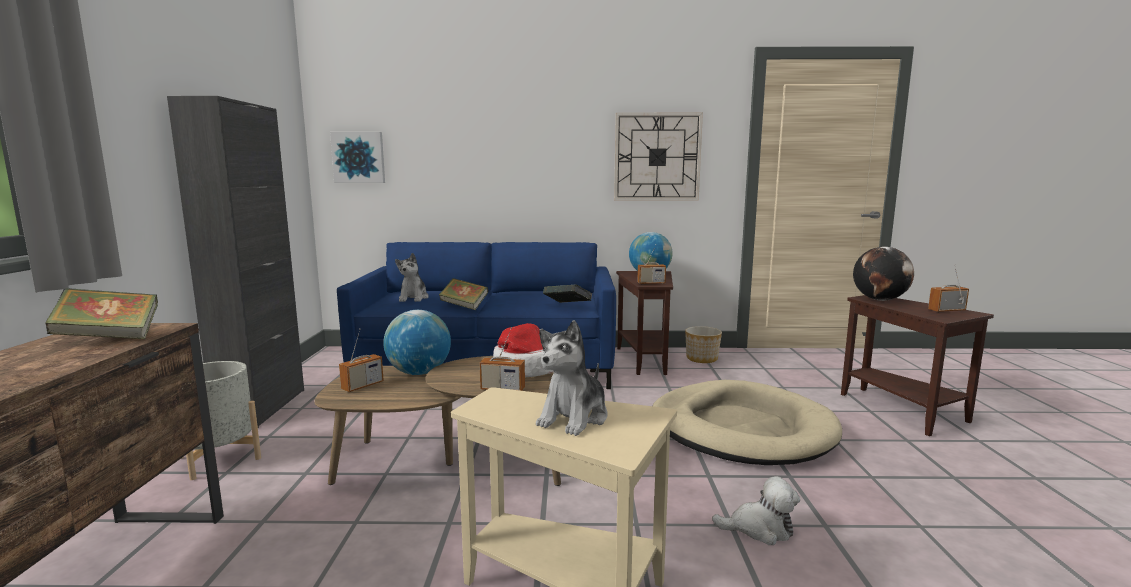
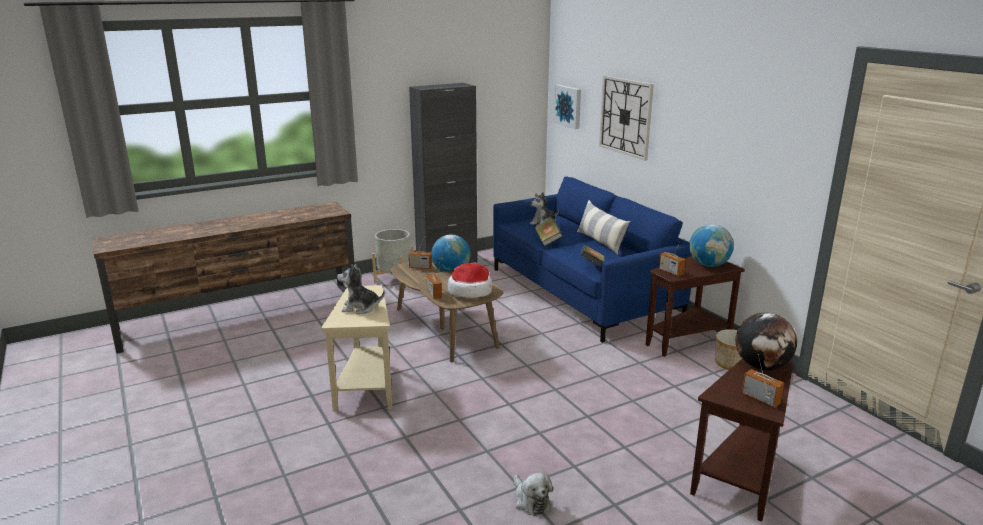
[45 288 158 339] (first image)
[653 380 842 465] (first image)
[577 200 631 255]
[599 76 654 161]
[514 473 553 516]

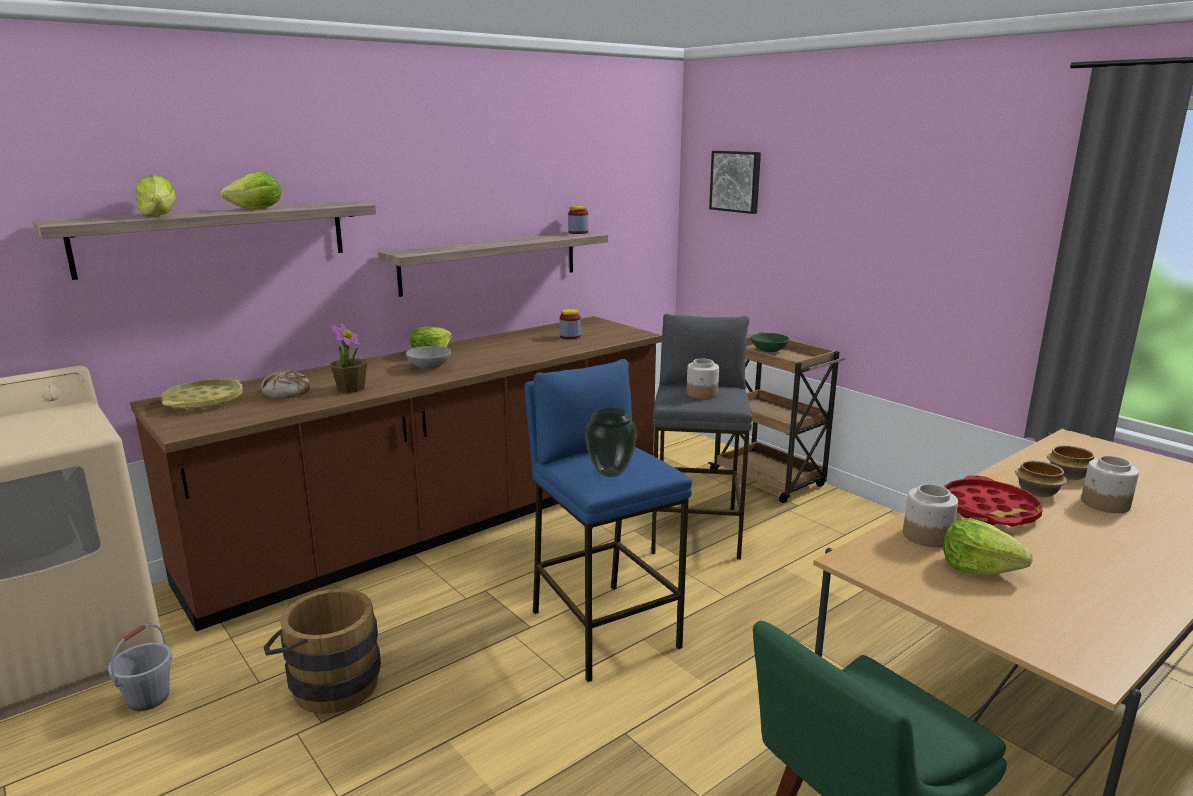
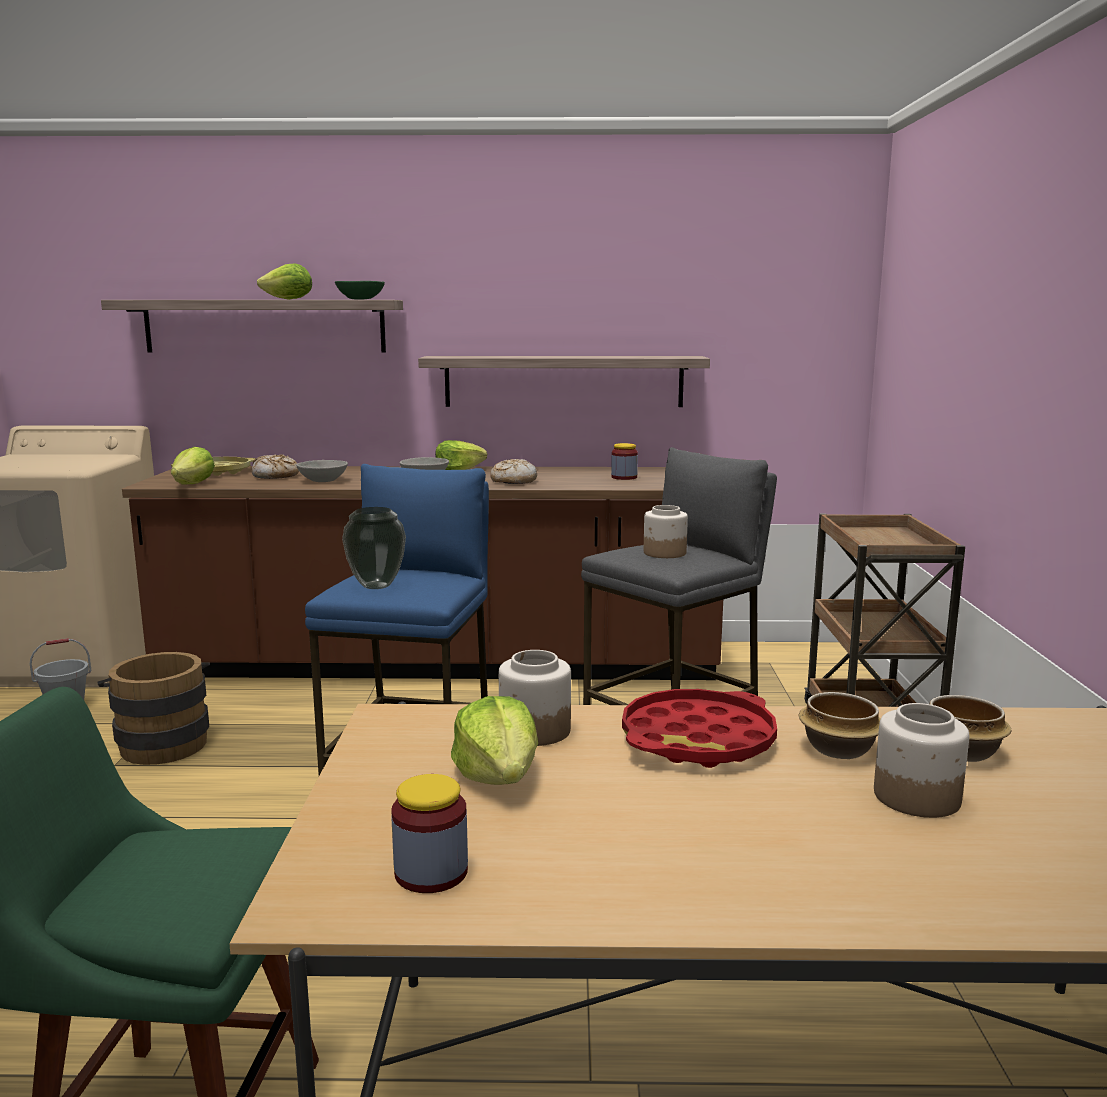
[709 151 761 214] (first image)
[490 459 537 484]
[171 447 215 484]
[391 774 468 893]
[335 281 385 300]
[296 460 348 482]

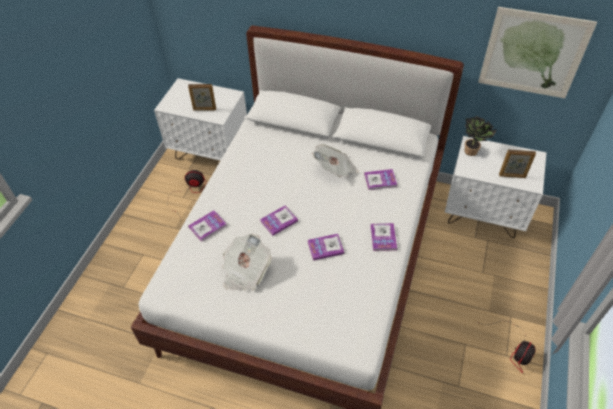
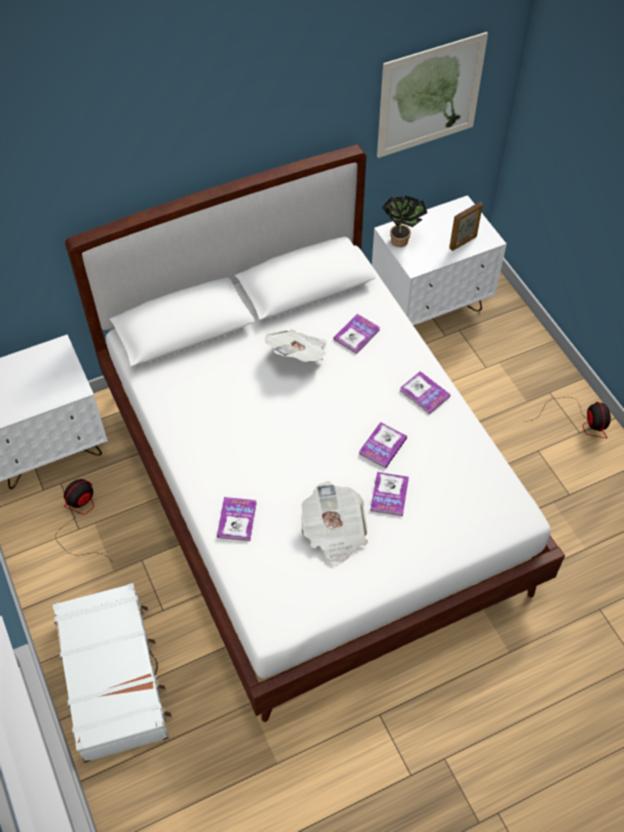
[188 84 216 111] (first image)
[53 583 172 763]
[370 472 409 516]

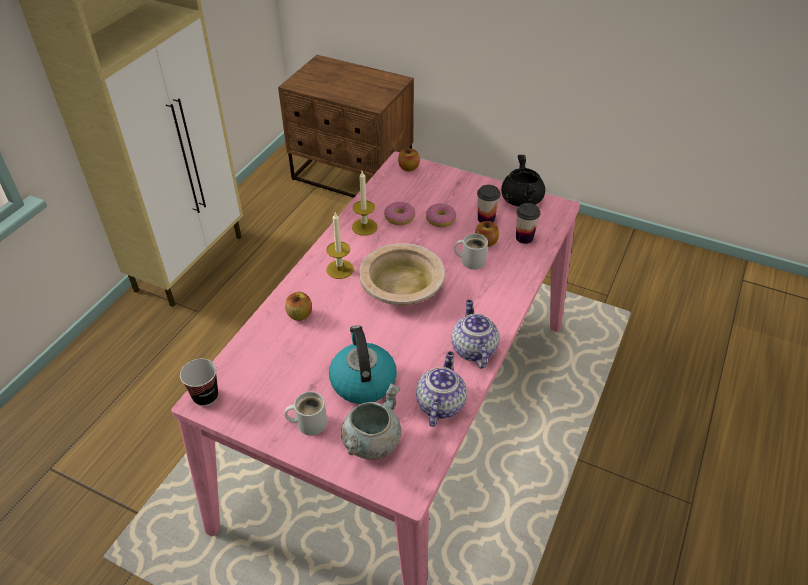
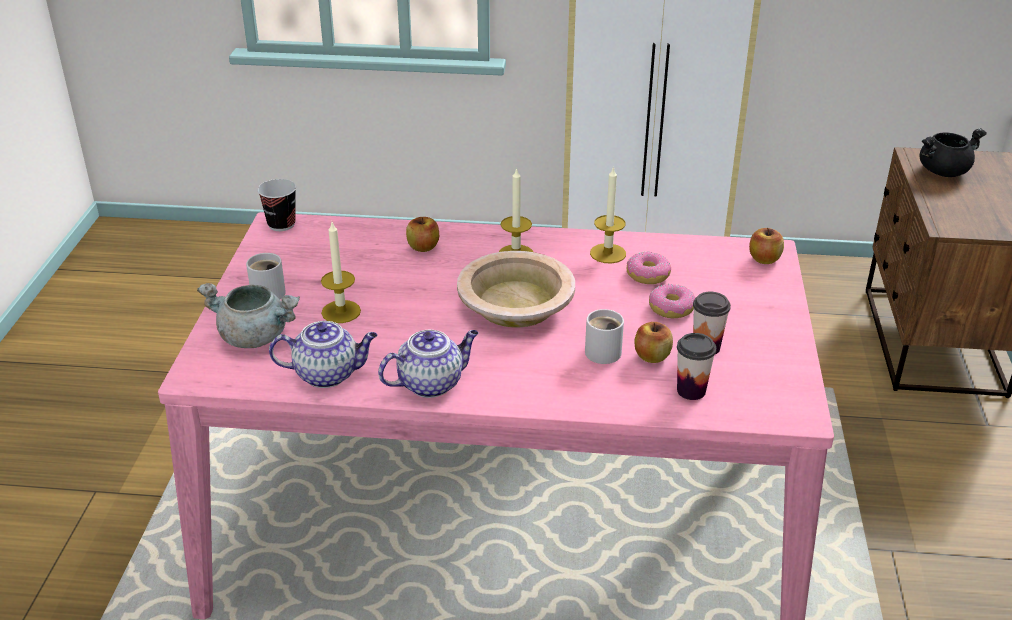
[920 128 987 177]
[321 222 361 323]

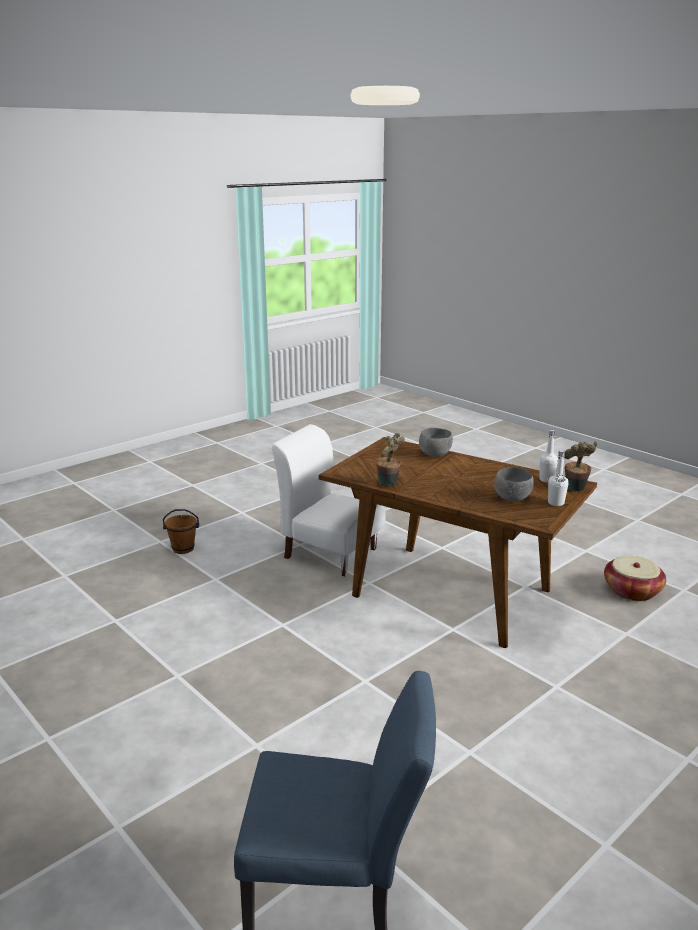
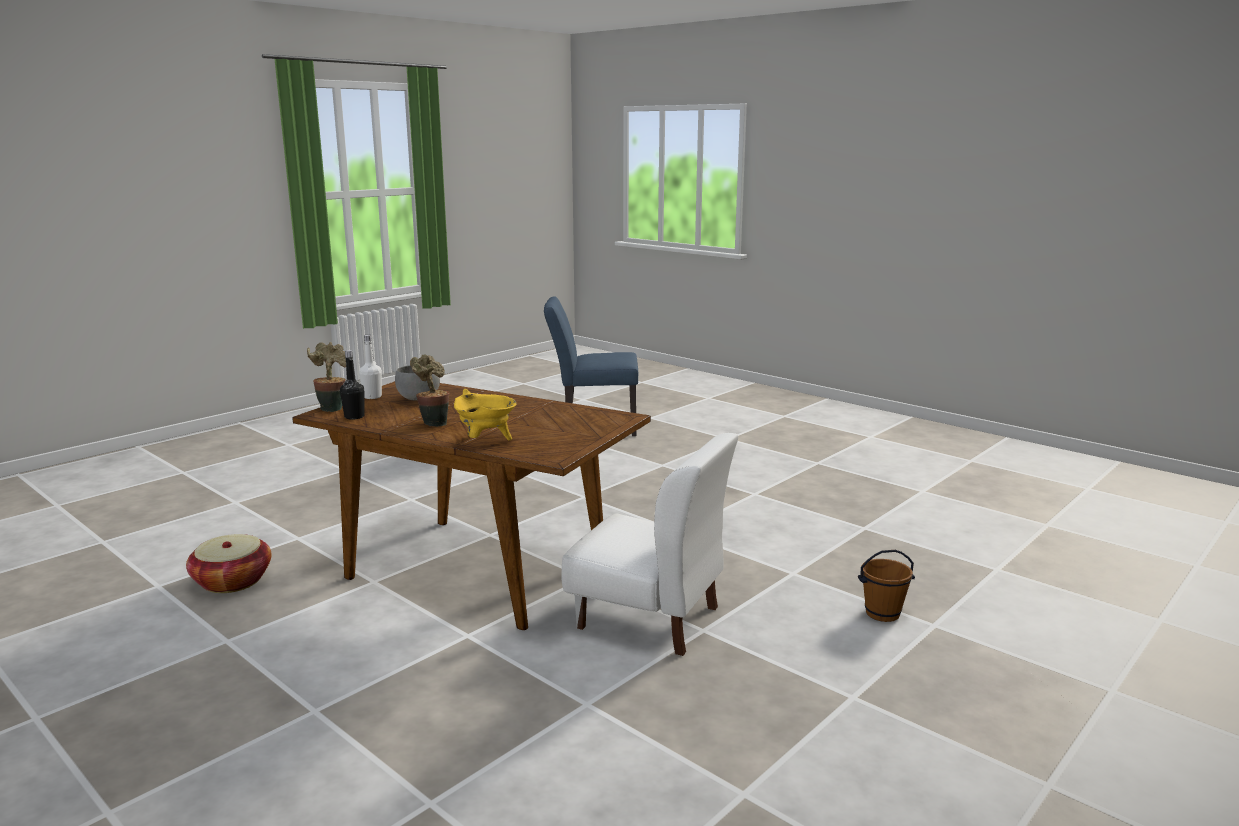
[410 354 449 427]
[454 389 517 440]
[340 350 364 420]

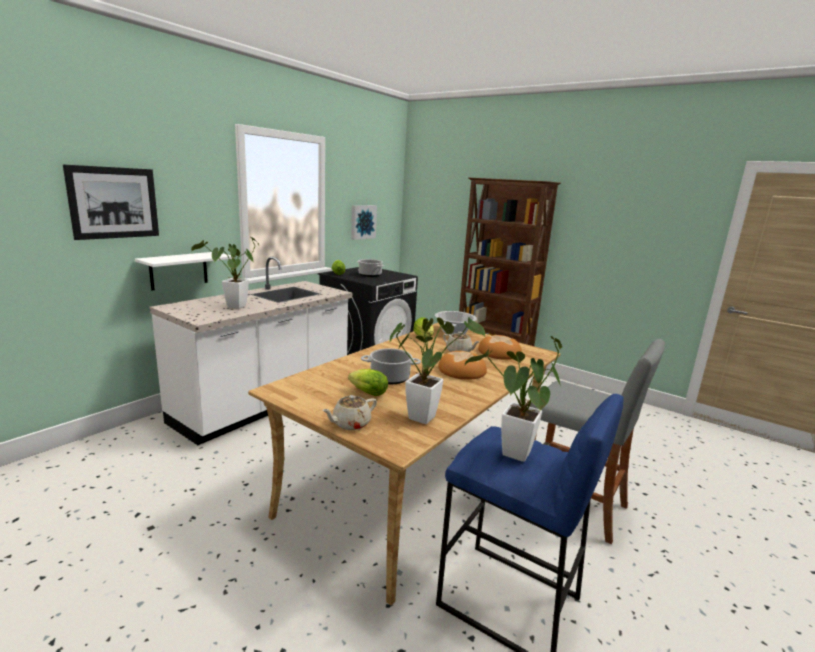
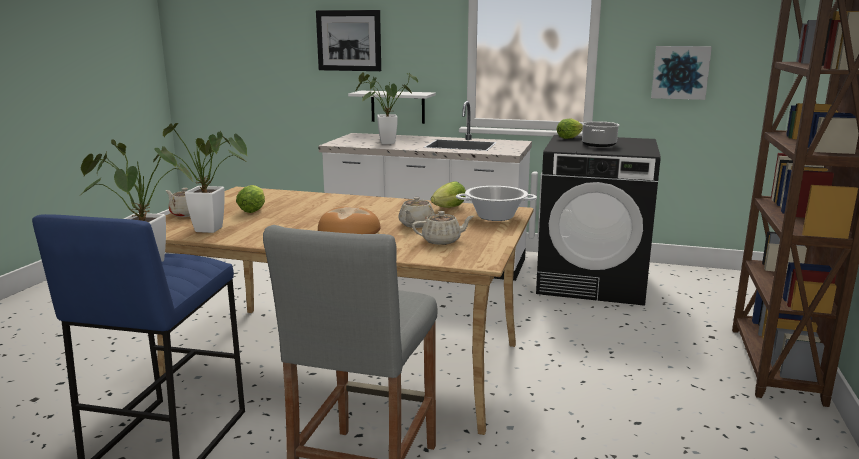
[361 348 421 384] (first image)
[412 211 474 245]

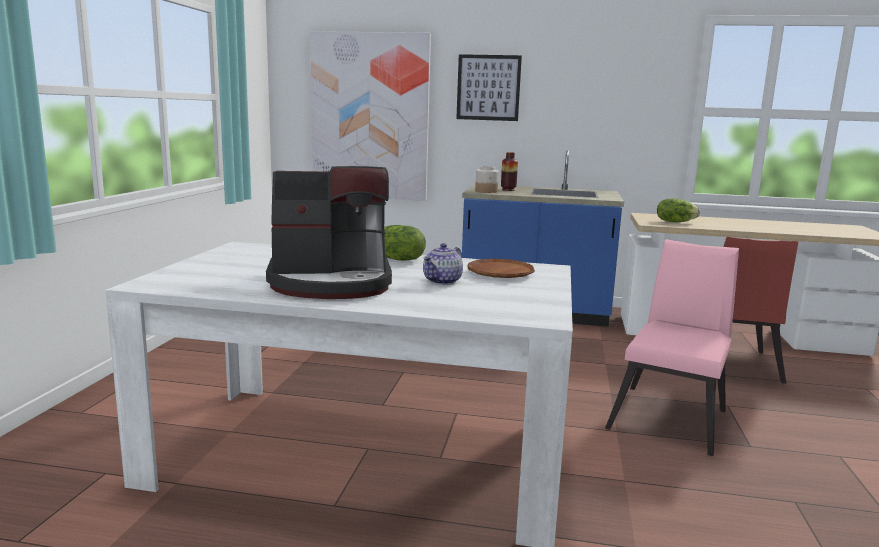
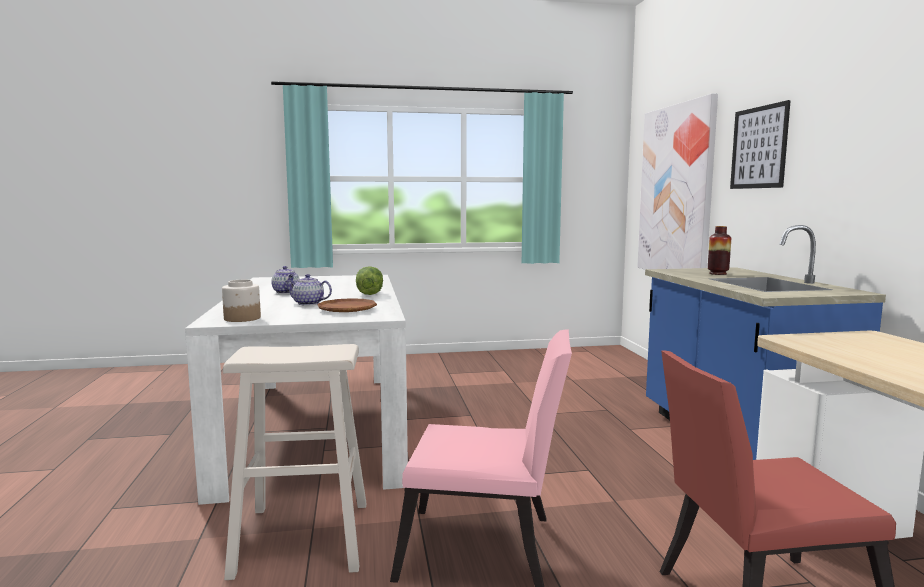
[657 198 700 222] (first image)
[223 344 367 580]
[222 280 261 322]
[271 266 300 294]

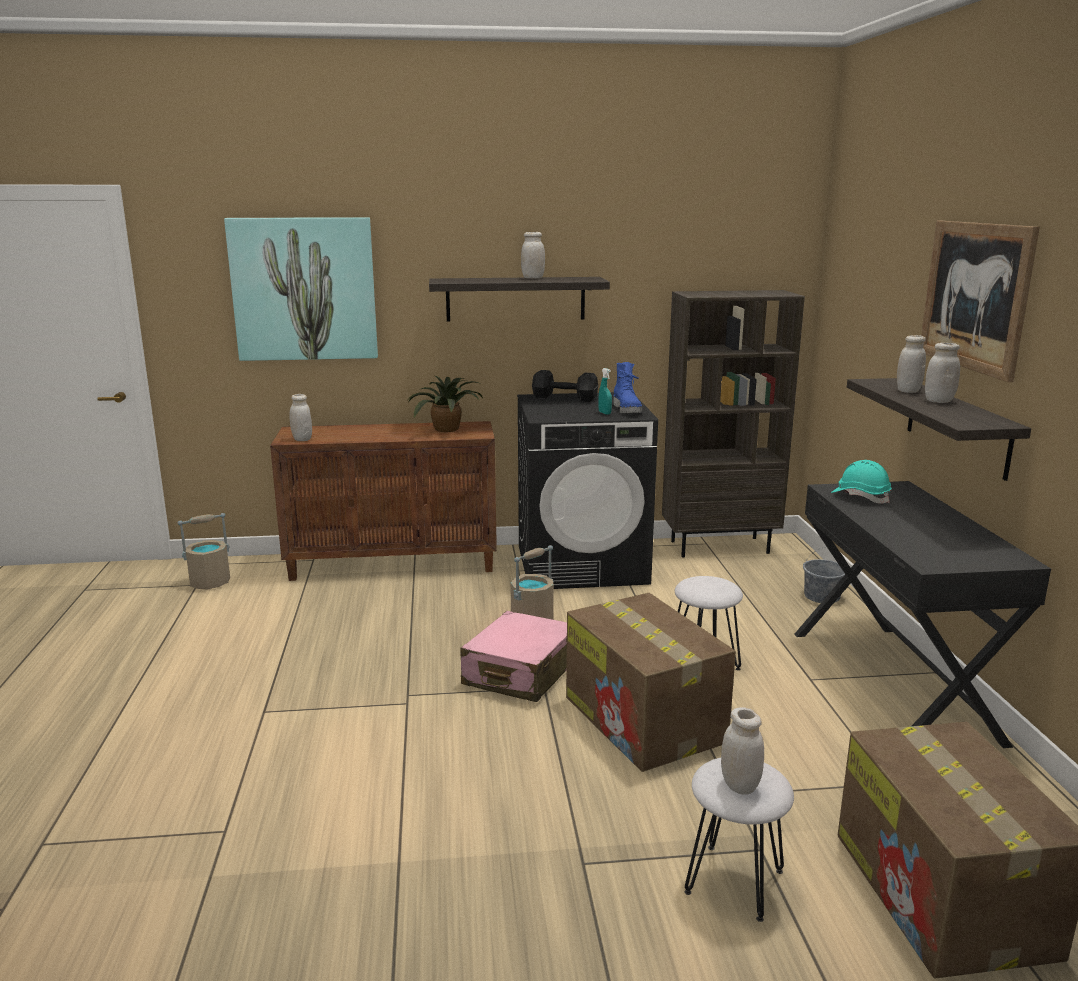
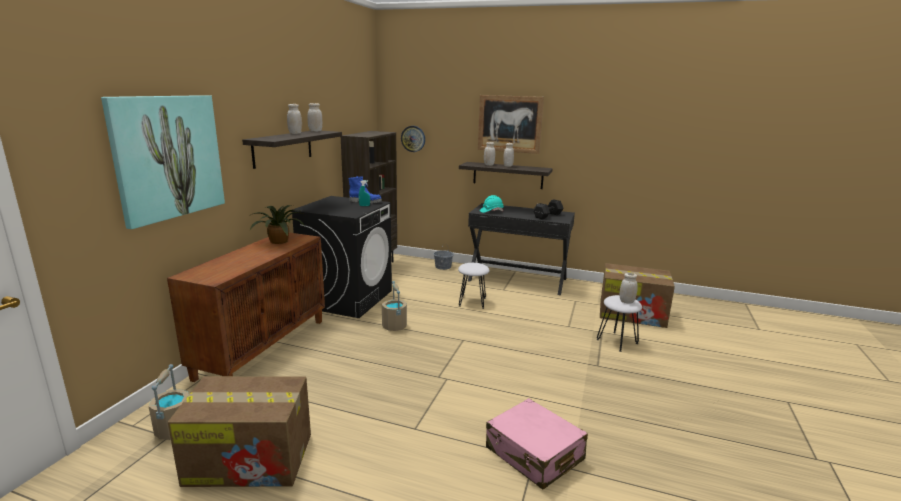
[401 126 425 152]
[307 103 323 132]
[486 398 588 490]
[533 200 564 220]
[168 376 311 487]

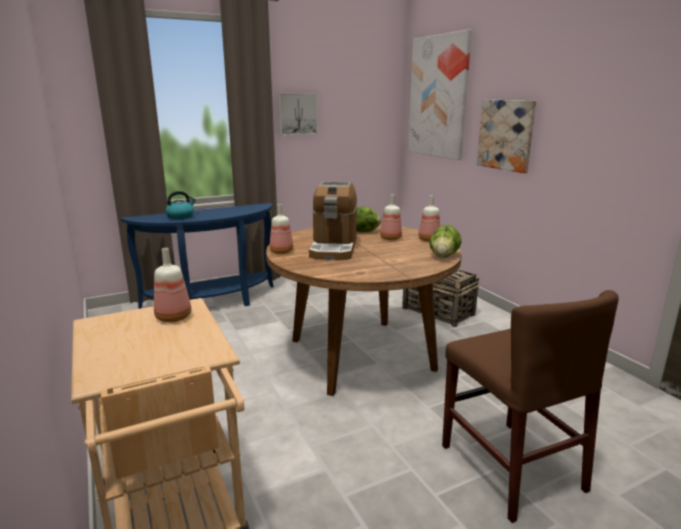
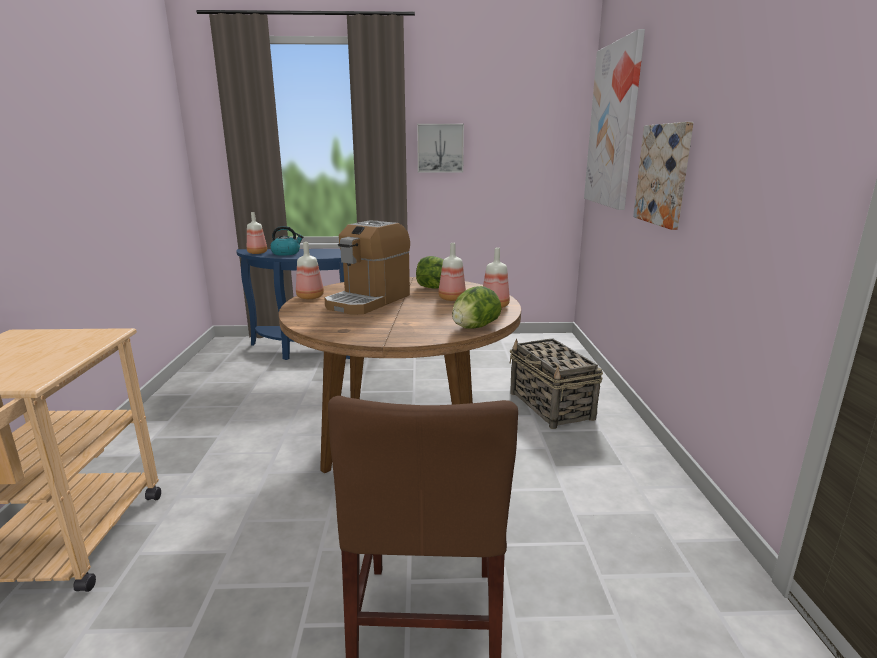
[247 212 267 254]

